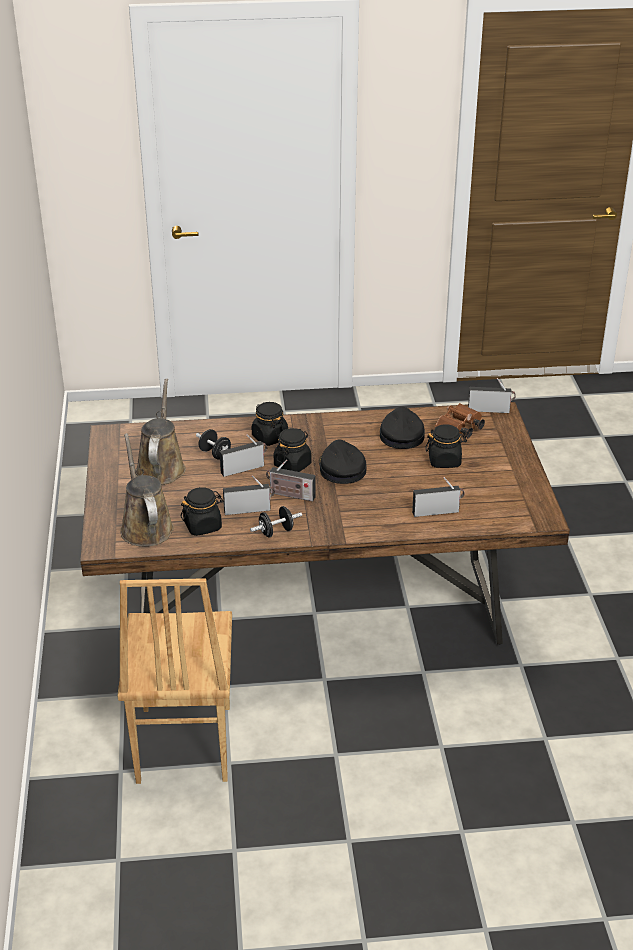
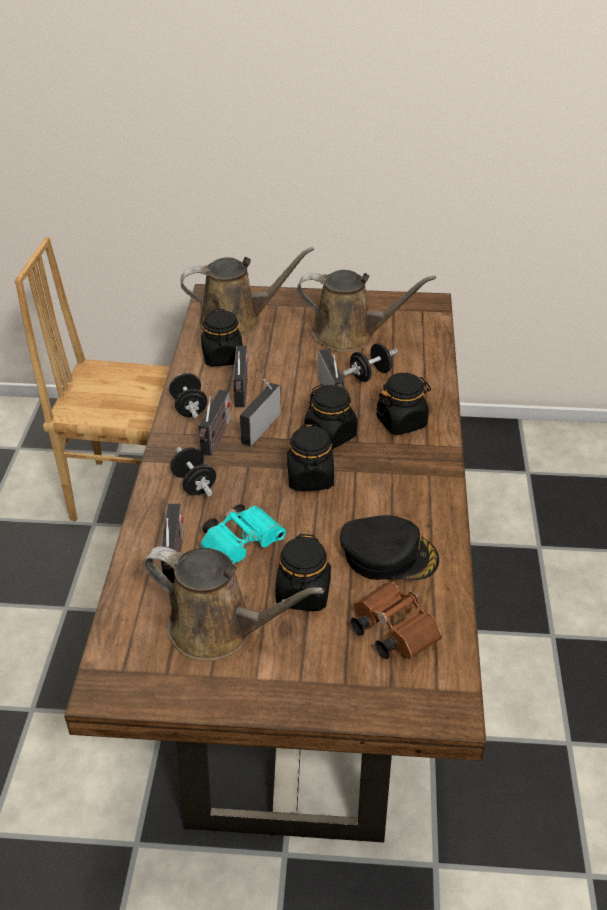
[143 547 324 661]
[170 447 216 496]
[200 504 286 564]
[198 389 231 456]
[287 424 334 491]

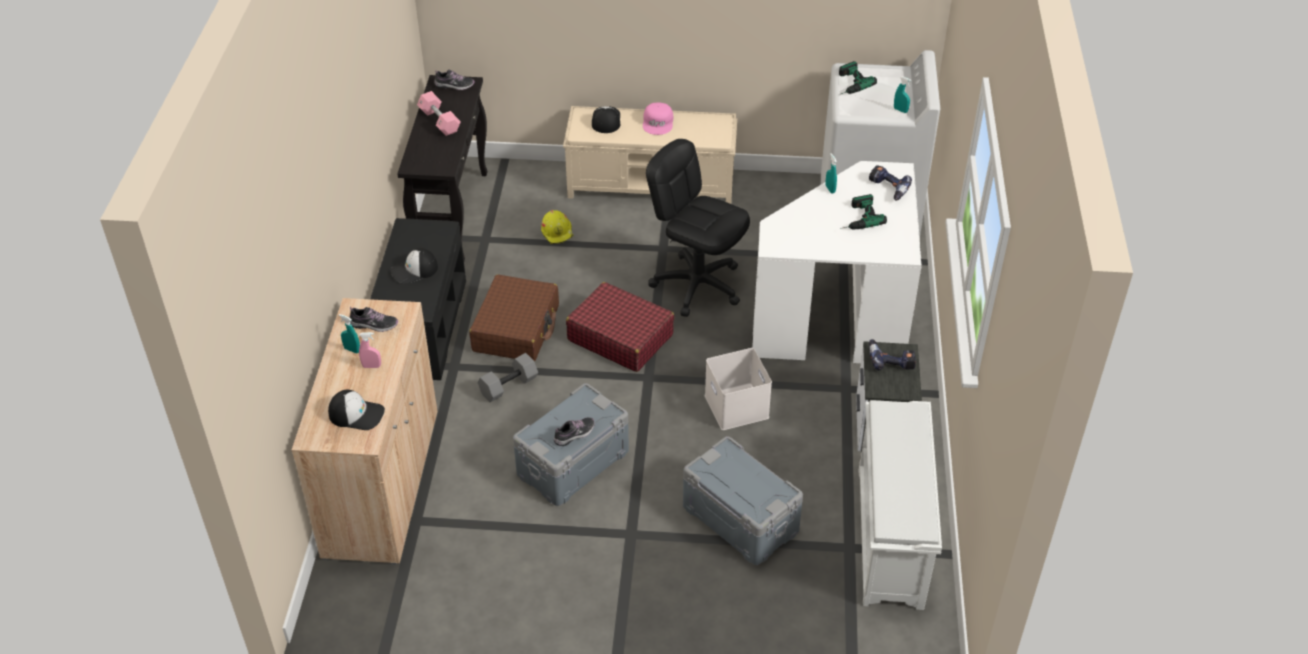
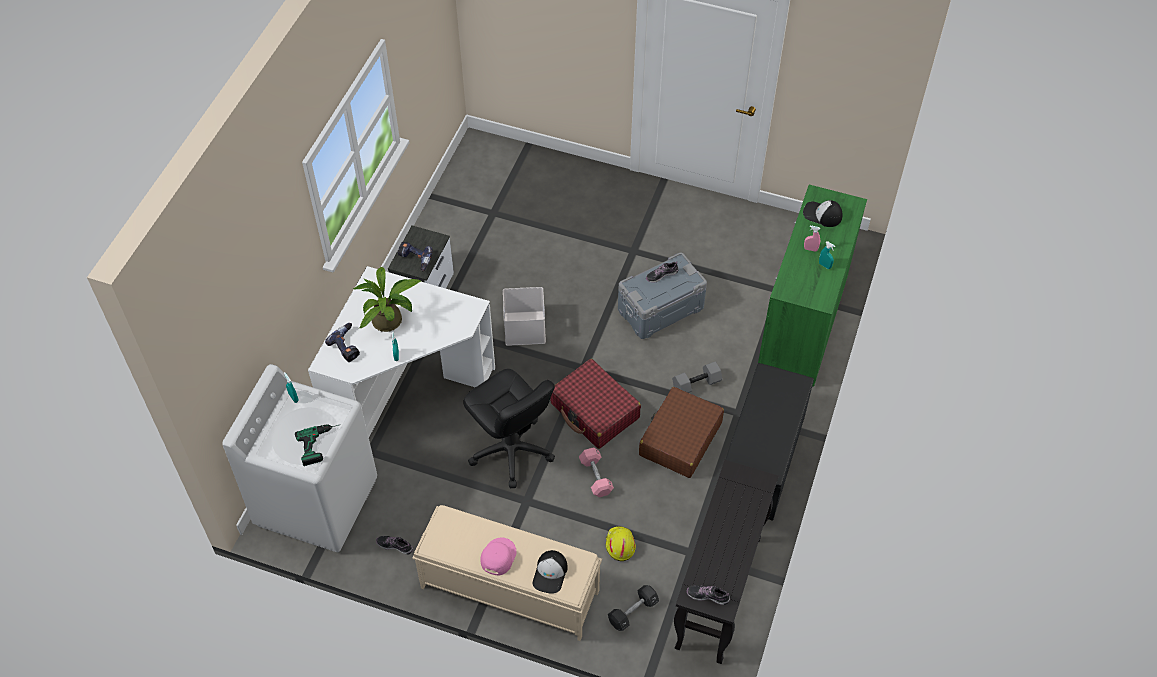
[391 248 438 284] (first image)
[683 436 803 565] (first image)
[859 400 942 610] (first image)
[608 585 659 631]
[376 536 413 555]
[579 448 614 497]
[352 267 421 332]
[758 185 867 387]

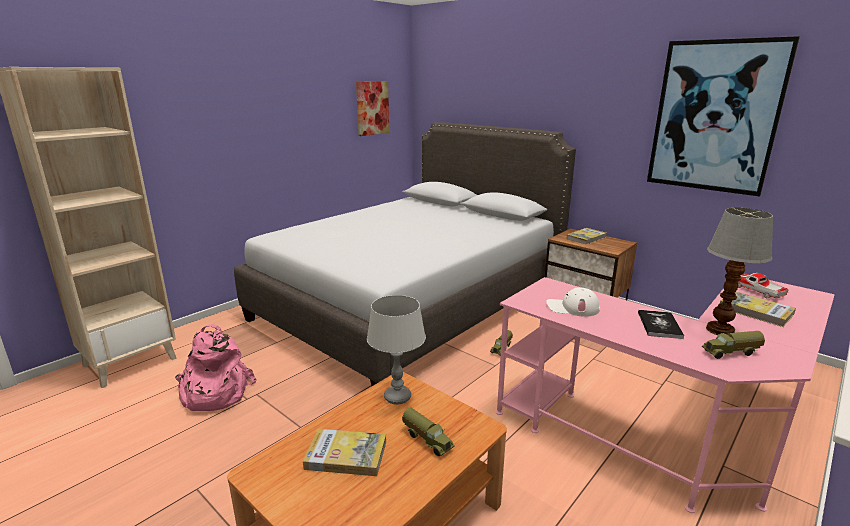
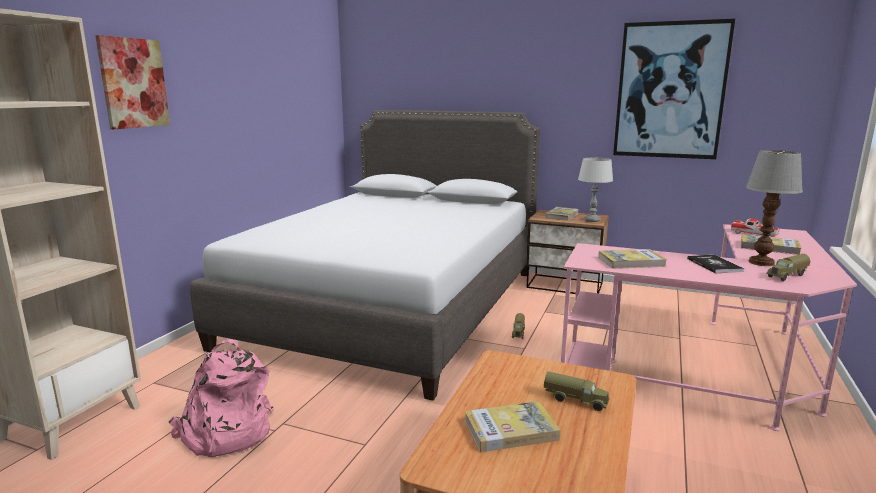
[95 35 170 129]
[578 158 613 222]
[598 249 667 269]

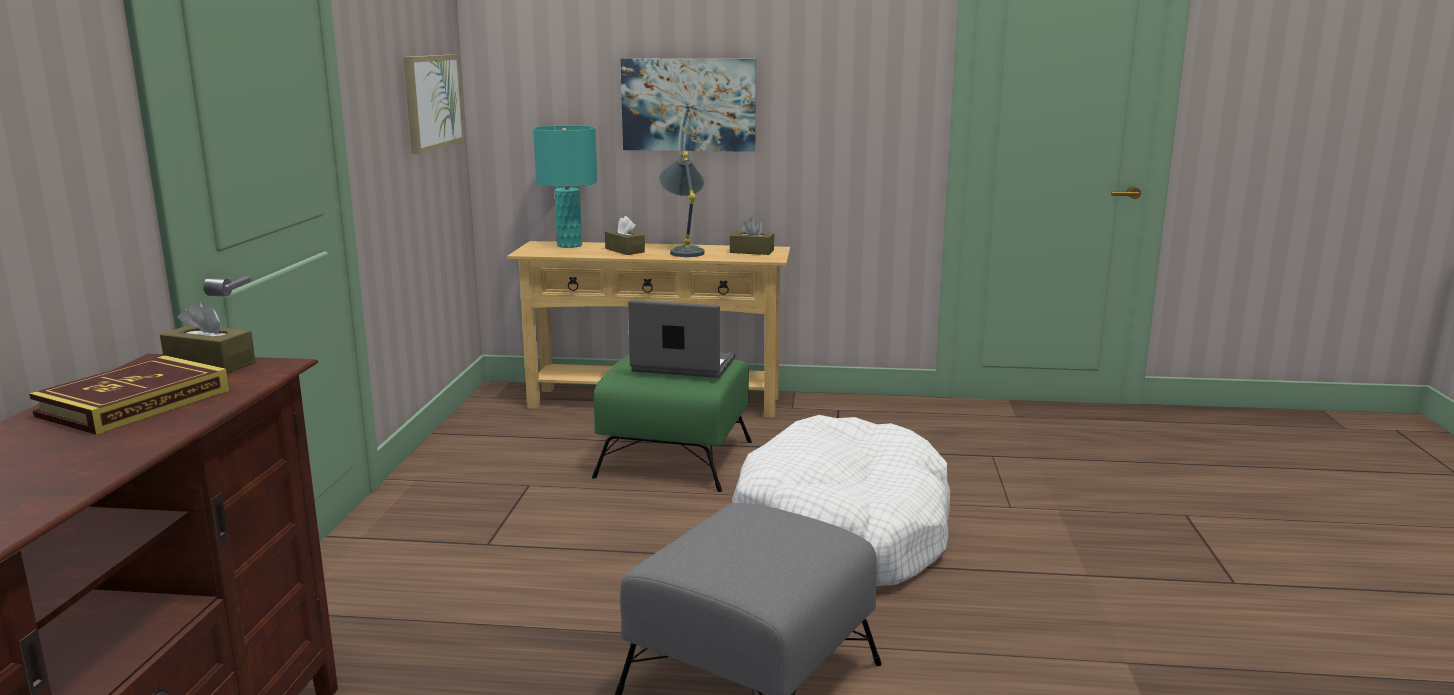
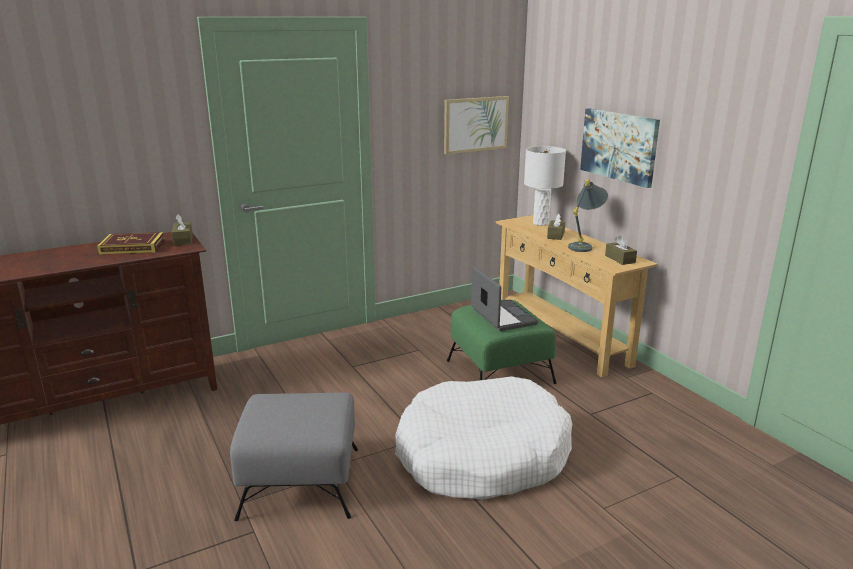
[524 146 566 226]

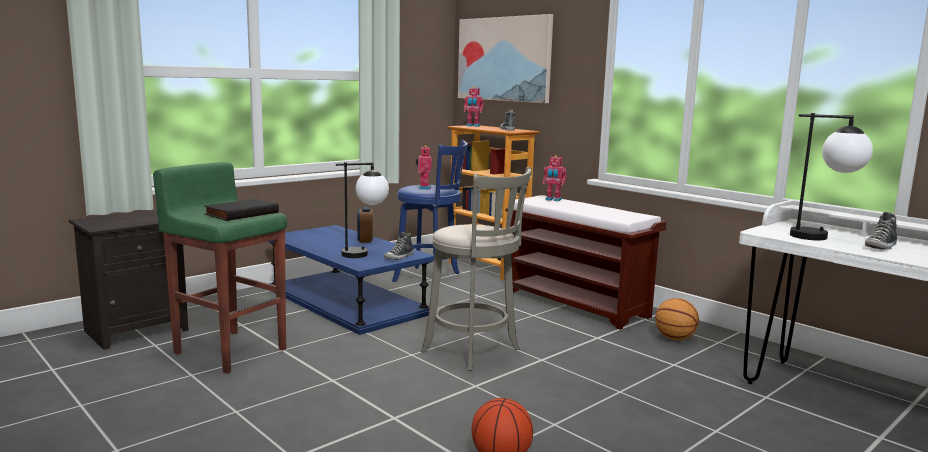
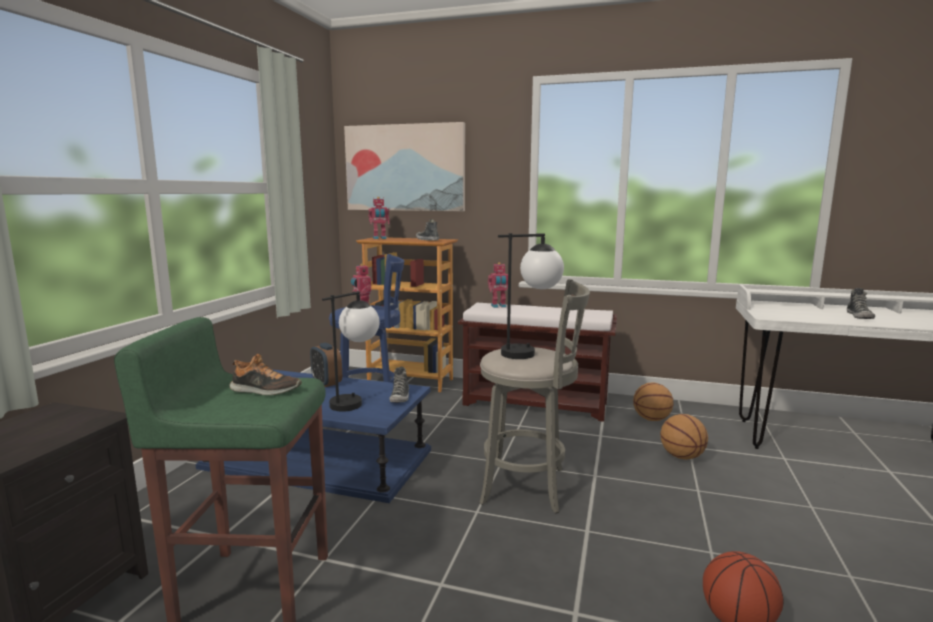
[660 414 708 460]
[498 233 564 359]
[230 354 302 395]

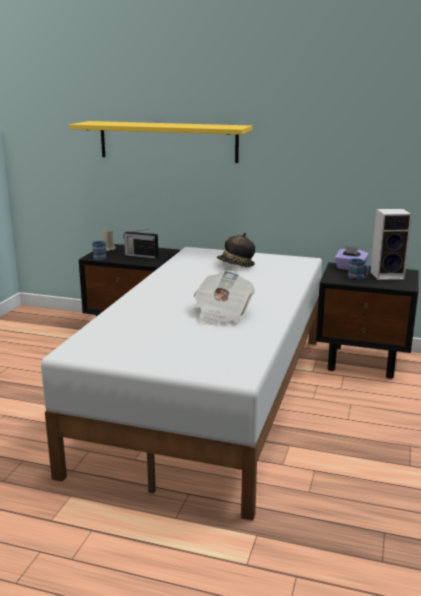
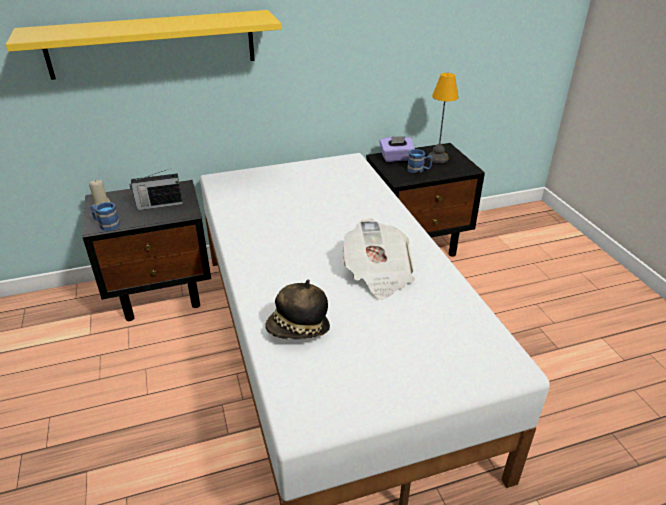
[265 280 330 339]
[428 73 458 163]

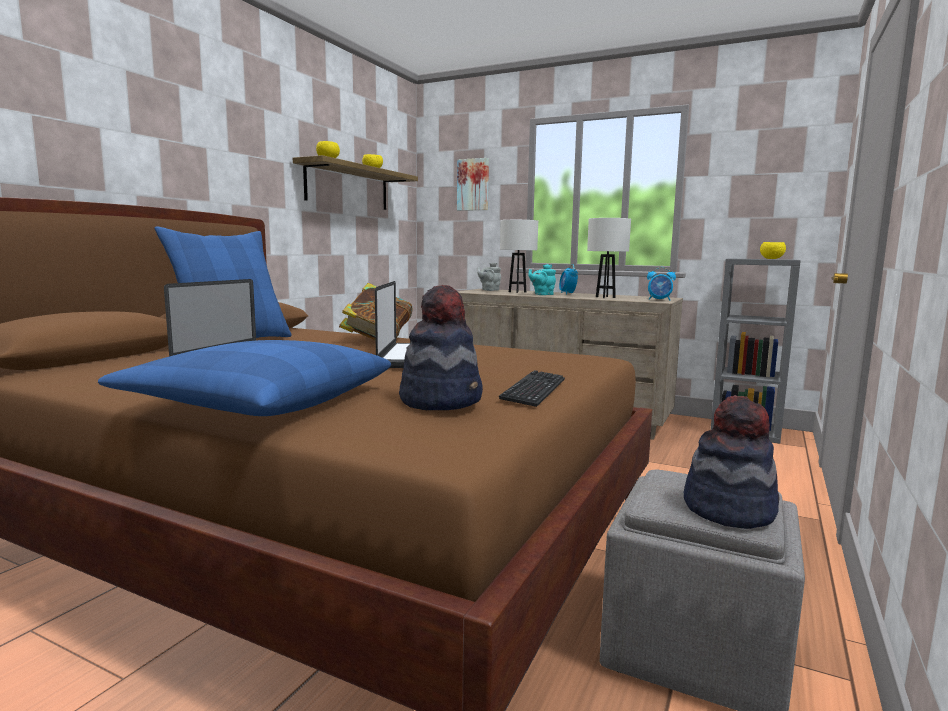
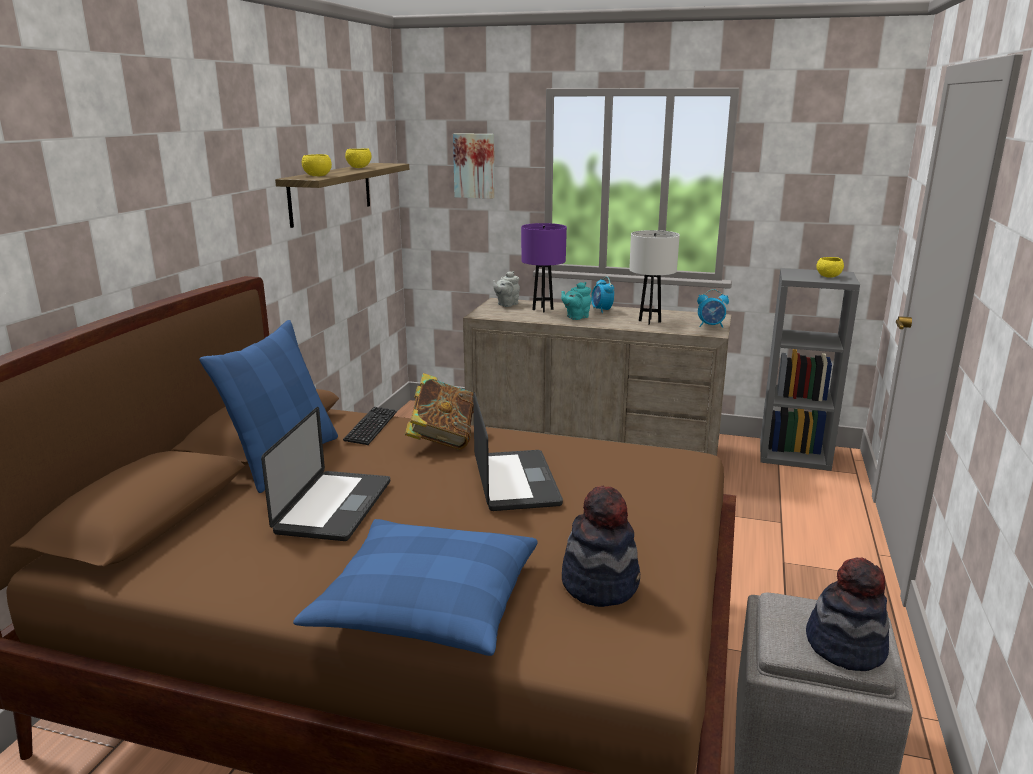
[343 407 397 445]
[521 223 567 313]

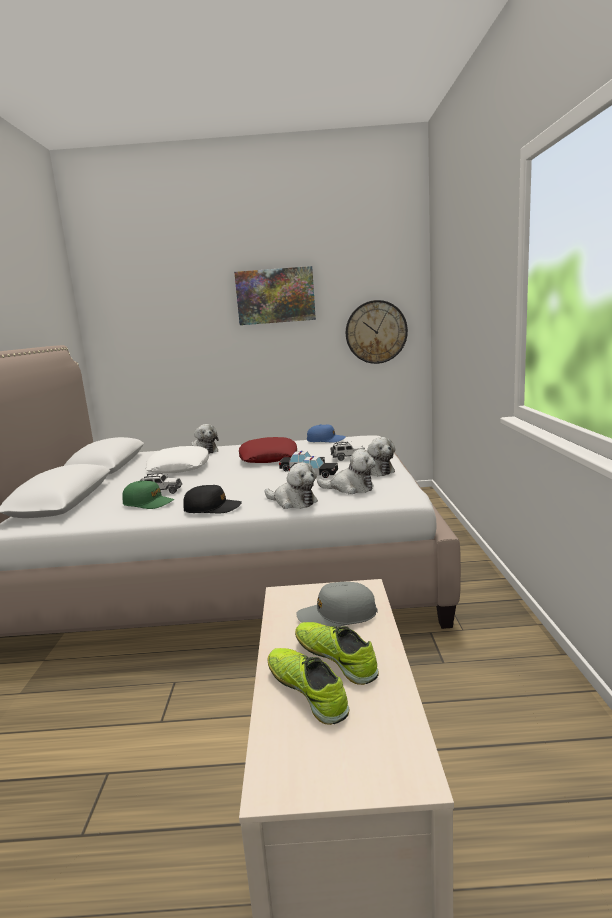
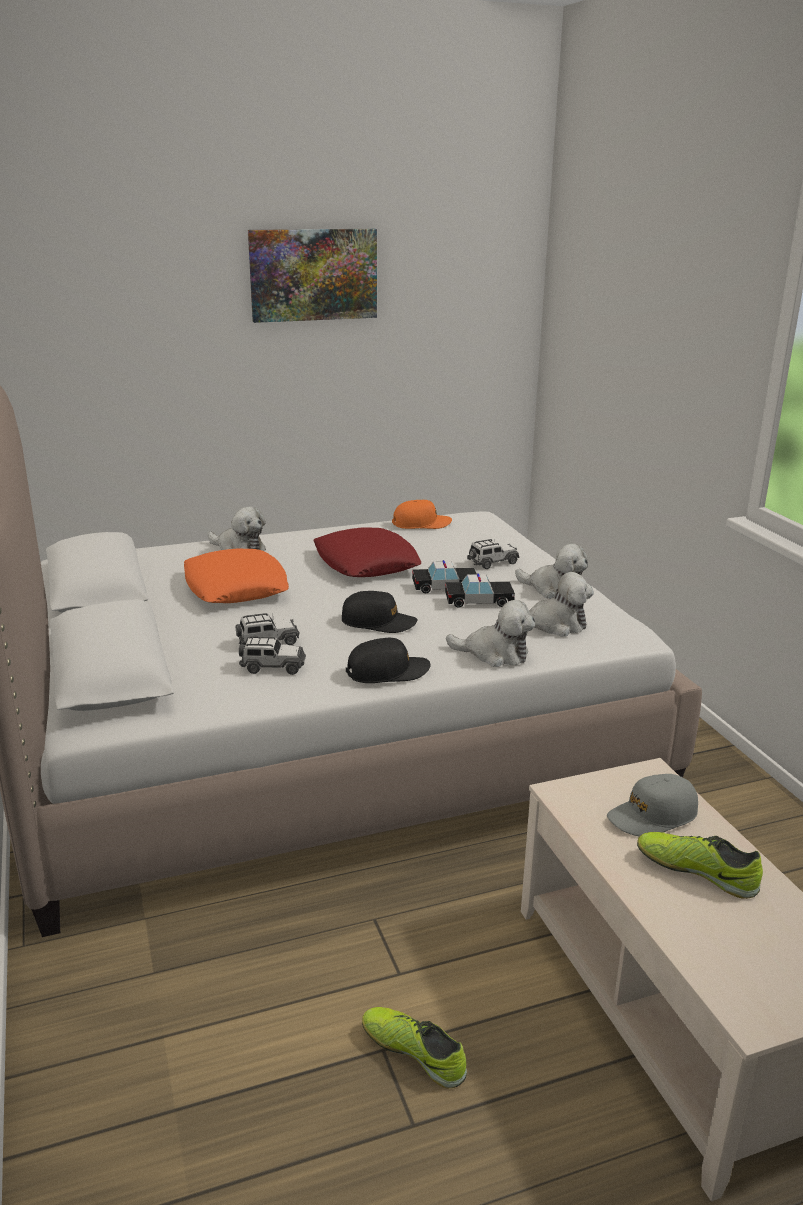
[346 300 408 364] (first image)
[342 591 418 633]
[362 1007 467 1088]
[239 636 306 675]
[184 549 289 603]
[392 500 452 529]

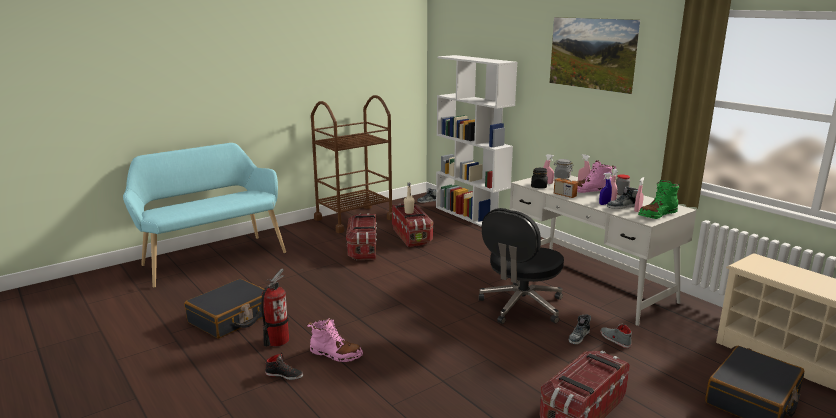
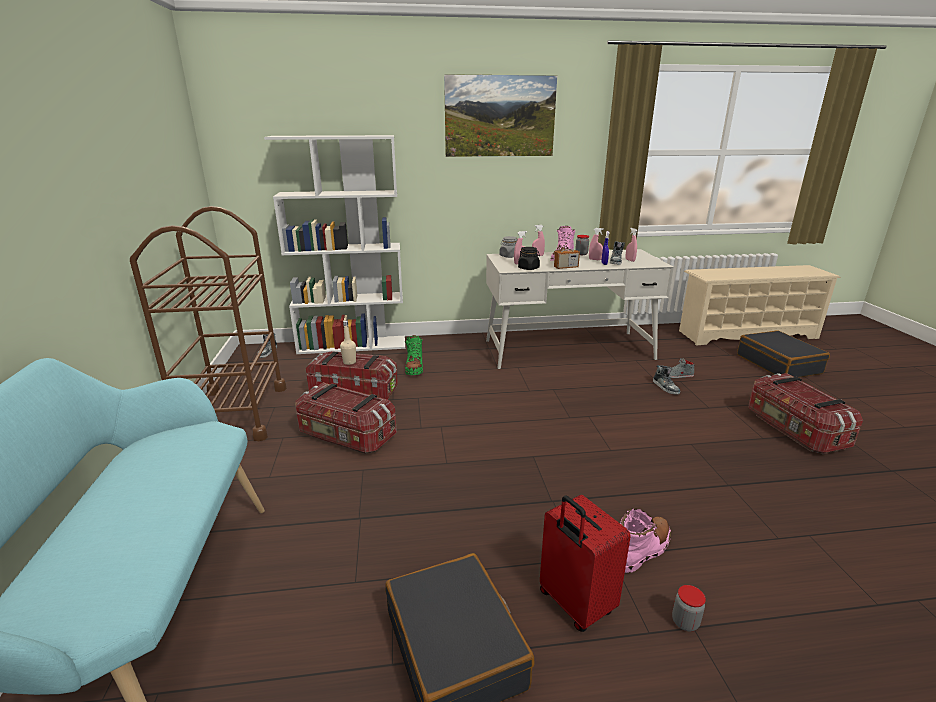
[479 208 564 324] (first image)
[405 335 423 375]
[540 495 631 632]
[672 585 706 632]

